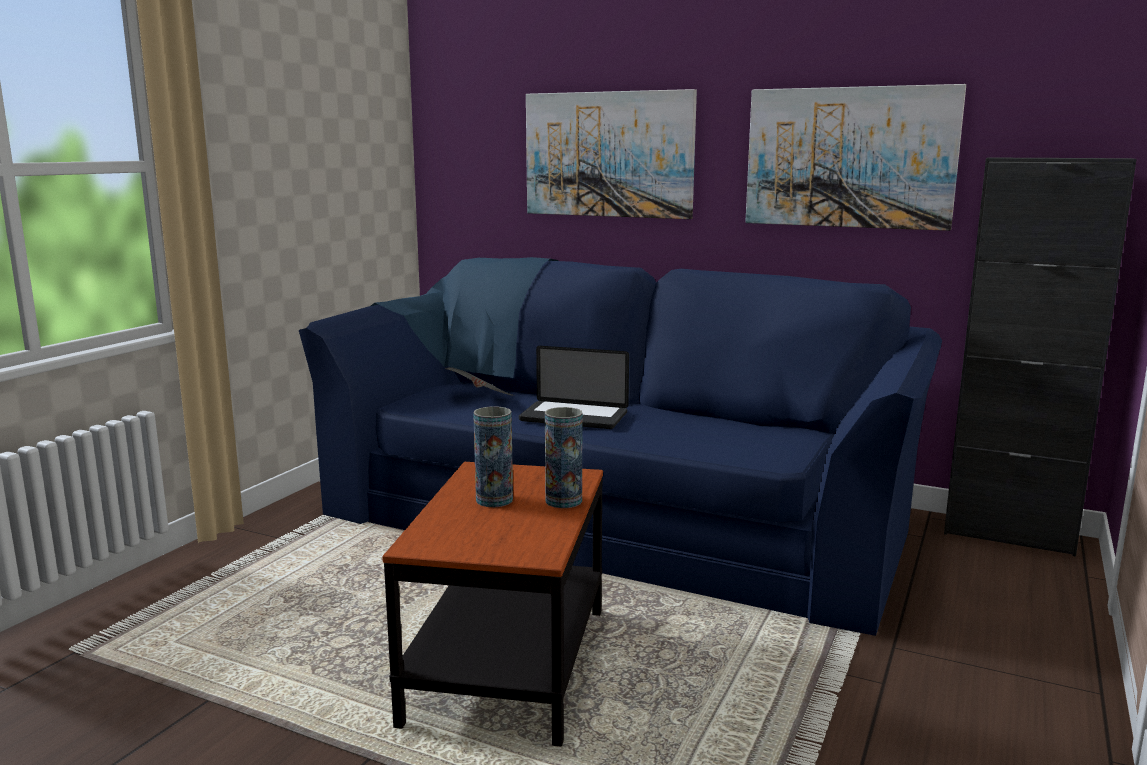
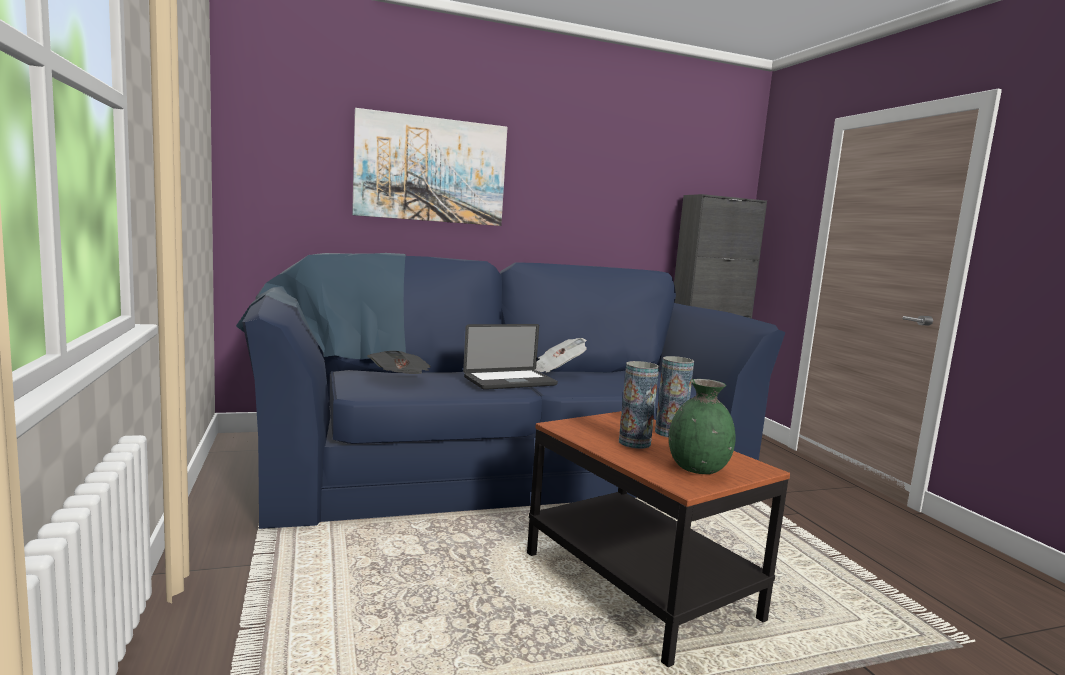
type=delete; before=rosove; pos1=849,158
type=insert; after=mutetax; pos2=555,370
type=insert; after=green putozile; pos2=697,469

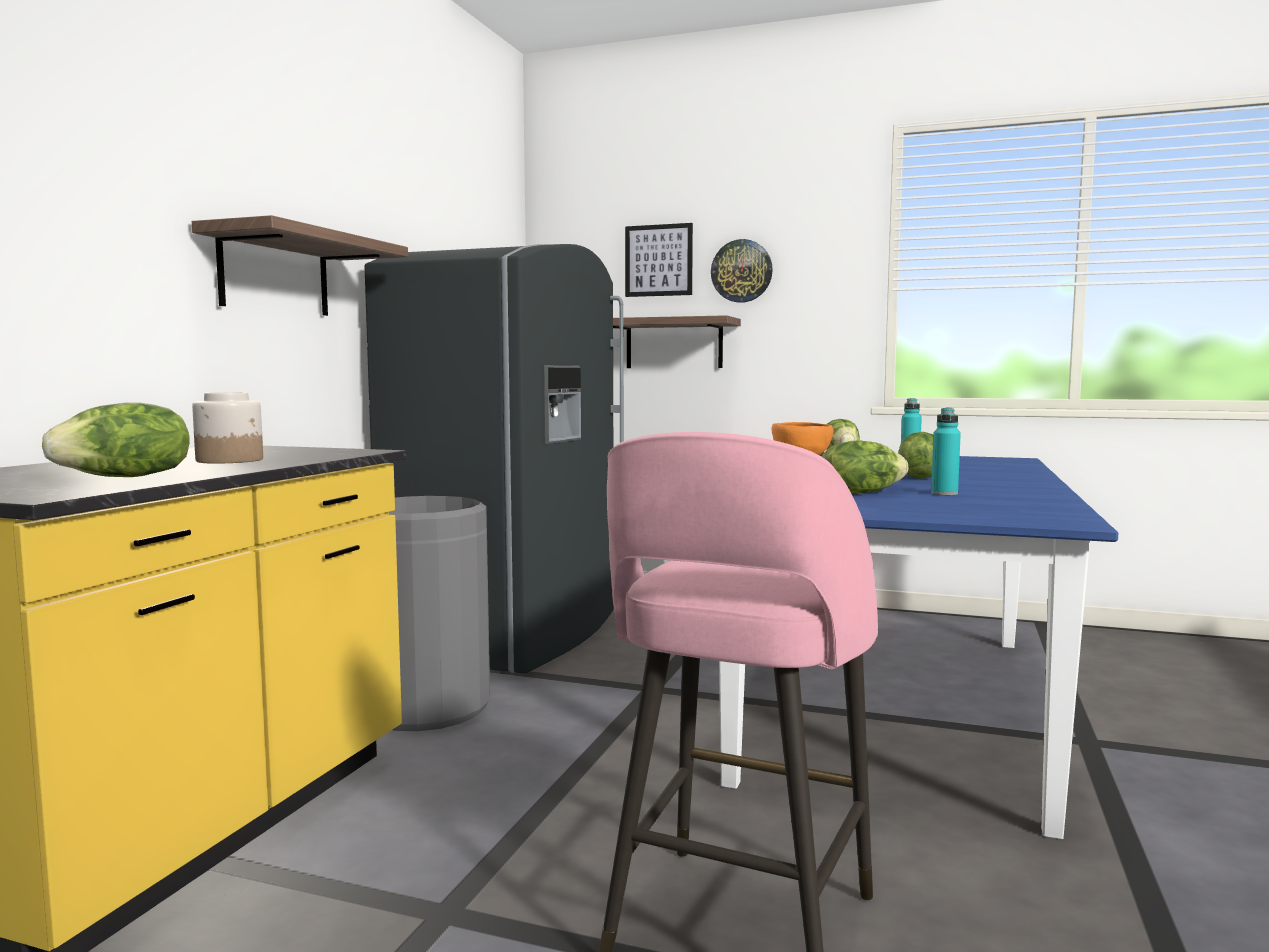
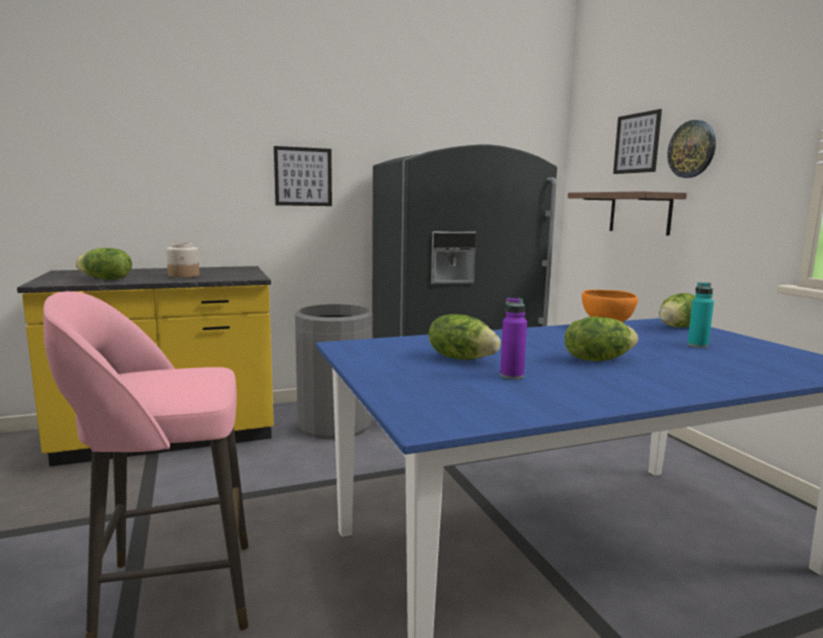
type=replace; before=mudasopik; after=rosove; pos1=275,274; pos2=303,176
type=recolor; before=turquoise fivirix; after=purple fivirix; pos1=944,493; pos2=511,376

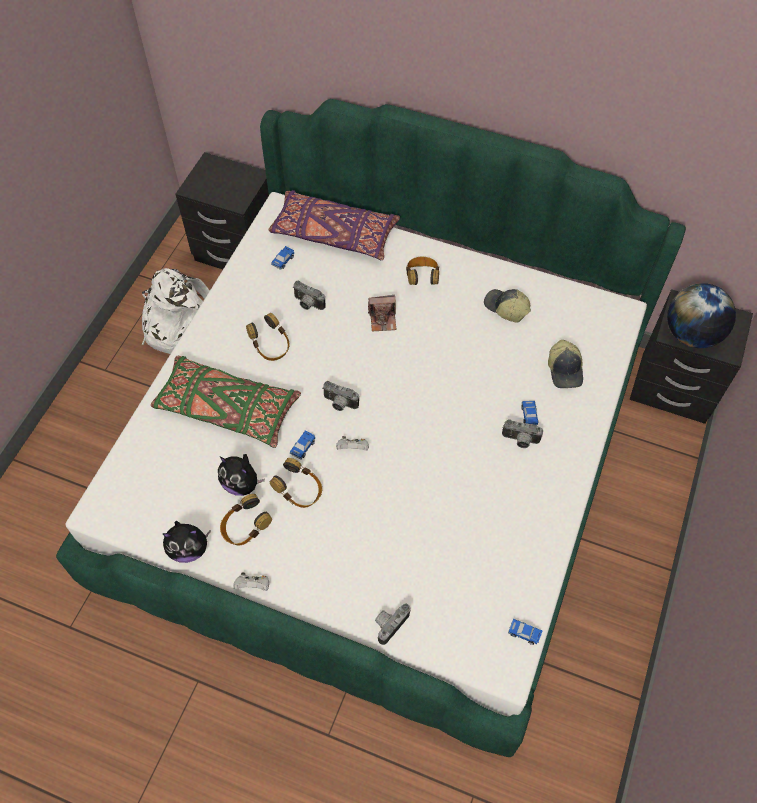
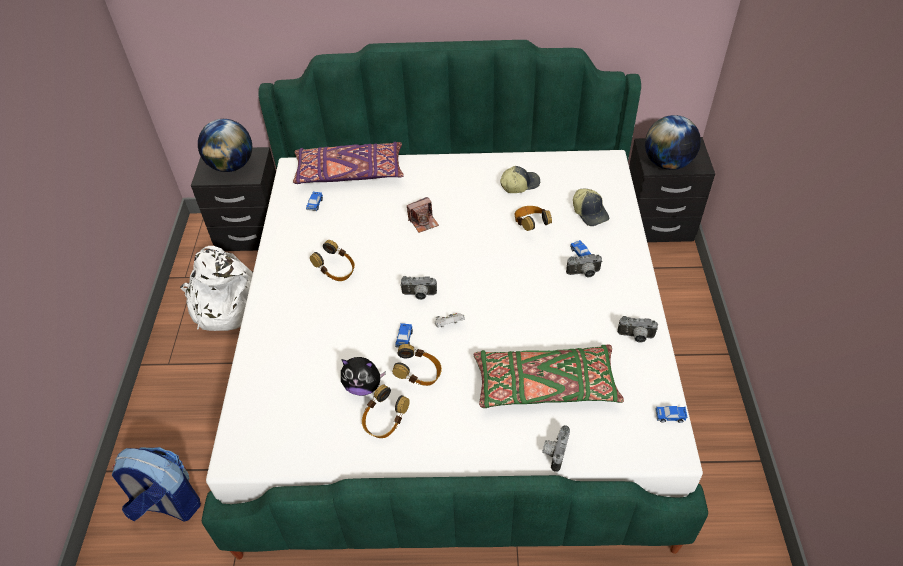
type=delete; before=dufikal; pos1=189,549
type=delete; before=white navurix; pos1=253,585
type=insert; after=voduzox; pos2=167,504
type=insert; after=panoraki; pos2=231,165
type=move; before=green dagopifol; pos1=227,408; pos2=545,385
type=move; before=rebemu; pos1=307,304; pos2=636,337
type=move; before=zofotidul; pos1=422,278; pos2=530,225
type=rotate; before=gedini; pos1=506,308; pos2=519,184; turn=135

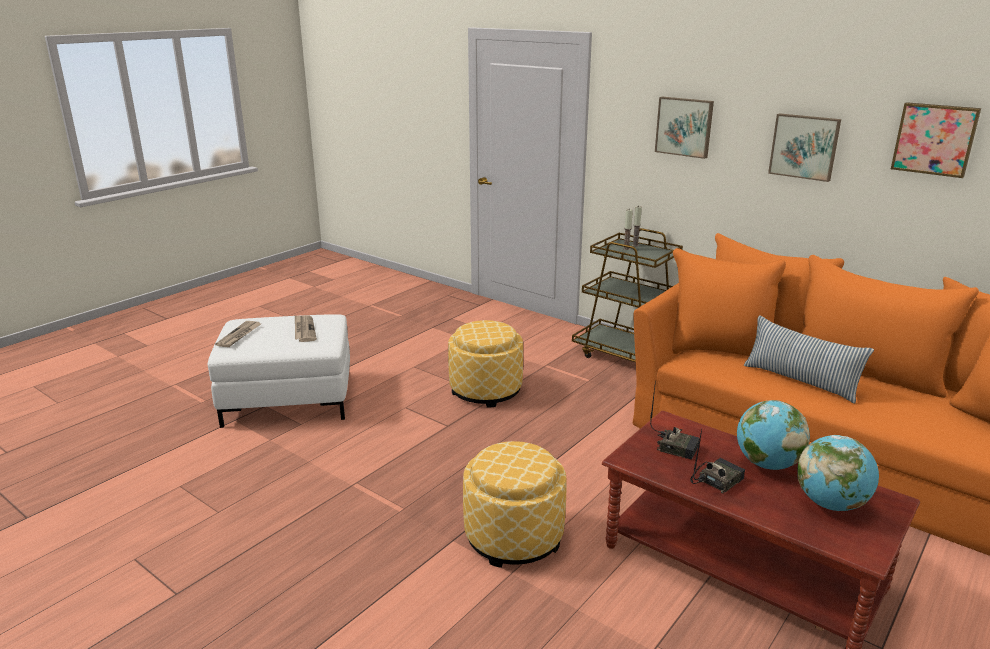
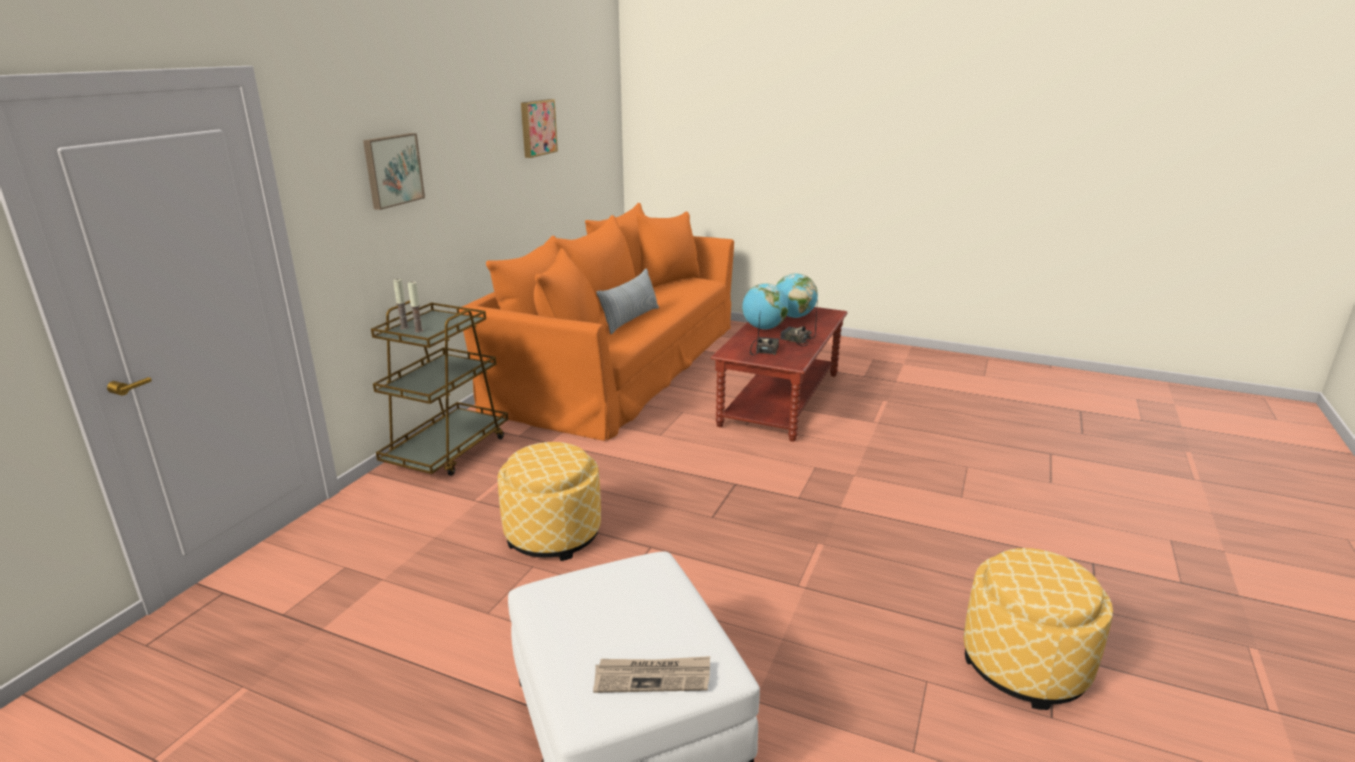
type=delete; before=mutetax; pos1=304,330
type=delete; before=rosove; pos1=804,146
type=move; before=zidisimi; pos1=513,536; pos2=1024,665

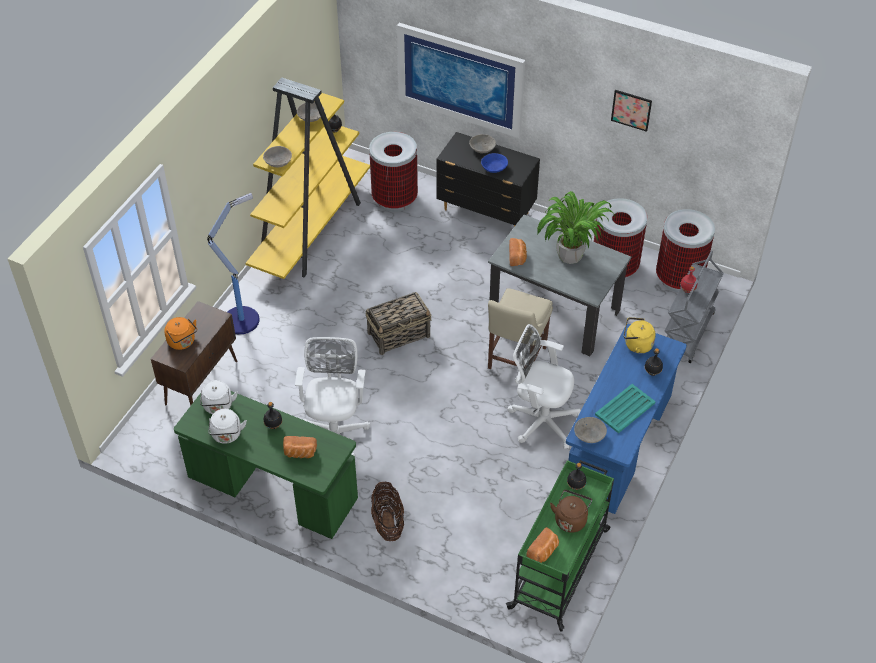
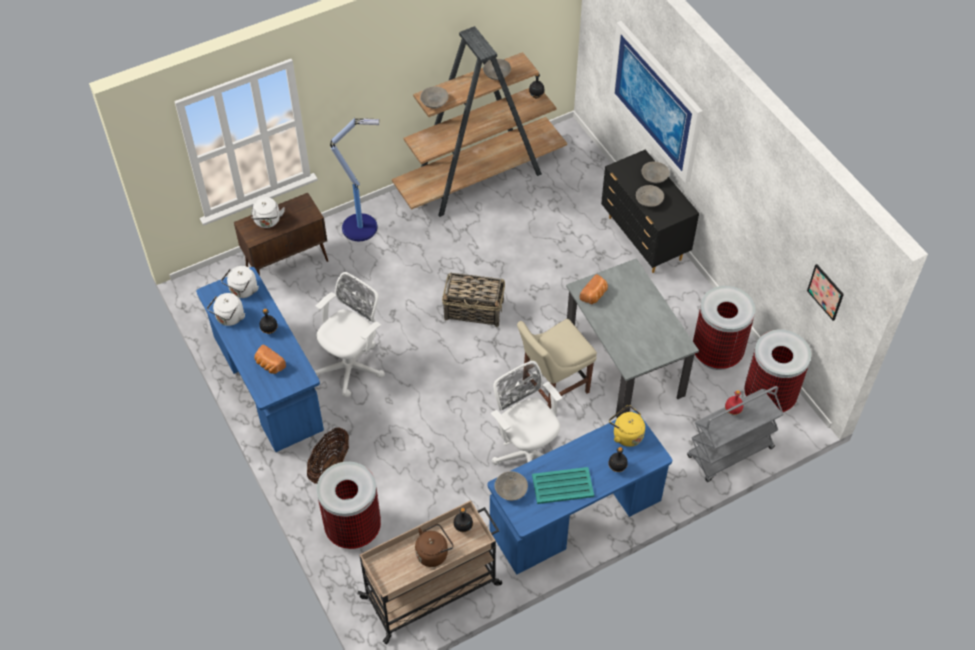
type=delete; before=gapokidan; pos1=543,551
type=delete; before=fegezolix; pos1=570,255
type=move; before=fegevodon; pos1=394,199; pos2=353,528
type=move; before=rosove; pos1=631,110; pos2=825,292
type=recolor; before=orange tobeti; after=white tobeti; pos1=182,342; pos2=267,221
type=recolor; before=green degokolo; after=blue degokolo; pos1=272,489; pos2=267,384
type=recolor; before=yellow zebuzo; after=brown zebuzo; pos1=311,230; pos2=480,177
type=recolor; before=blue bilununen; after=grey bilununen; pos1=494,167; pos2=649,200
type=recolor; before=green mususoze; after=beige mususoze; pos1=560,567; pos2=432,590

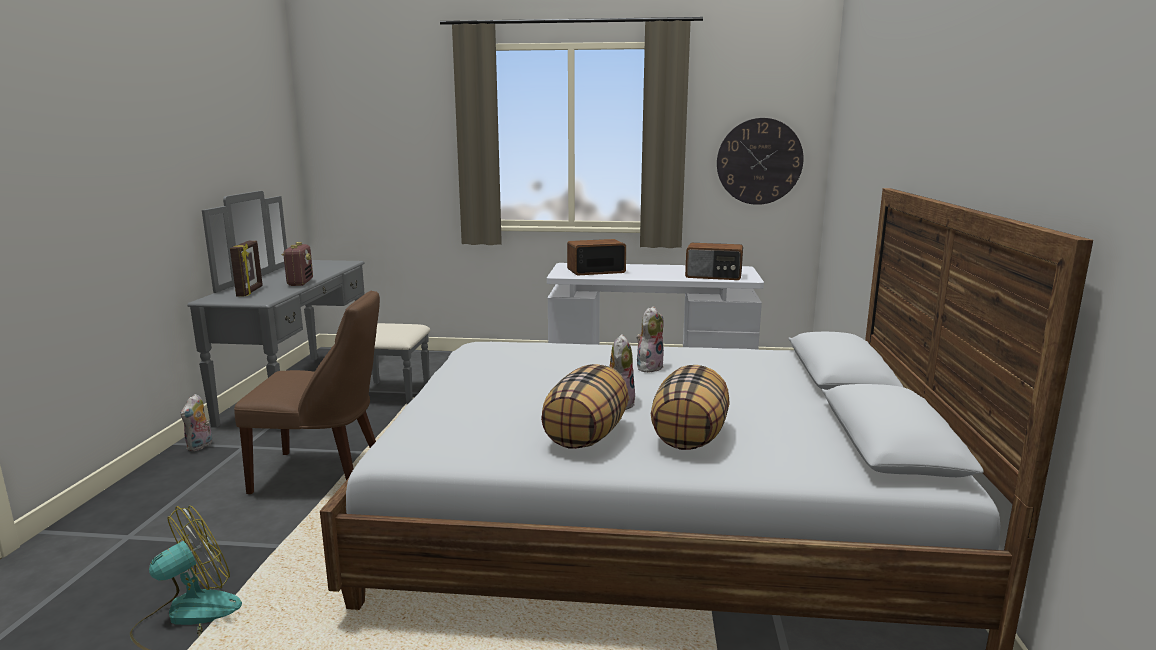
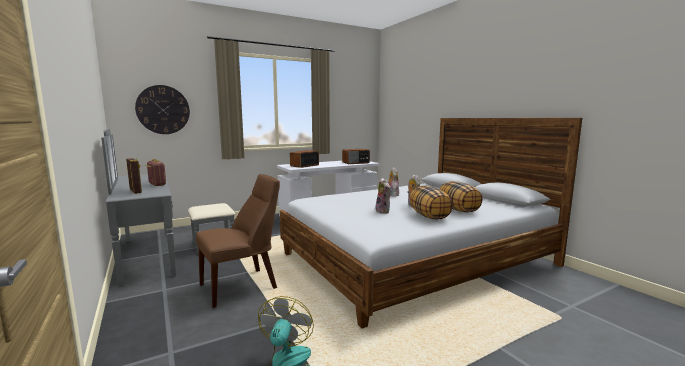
type=move; before=dufikal; pos1=200,446; pos2=384,211
type=move; before=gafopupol; pos1=759,161; pos2=163,110

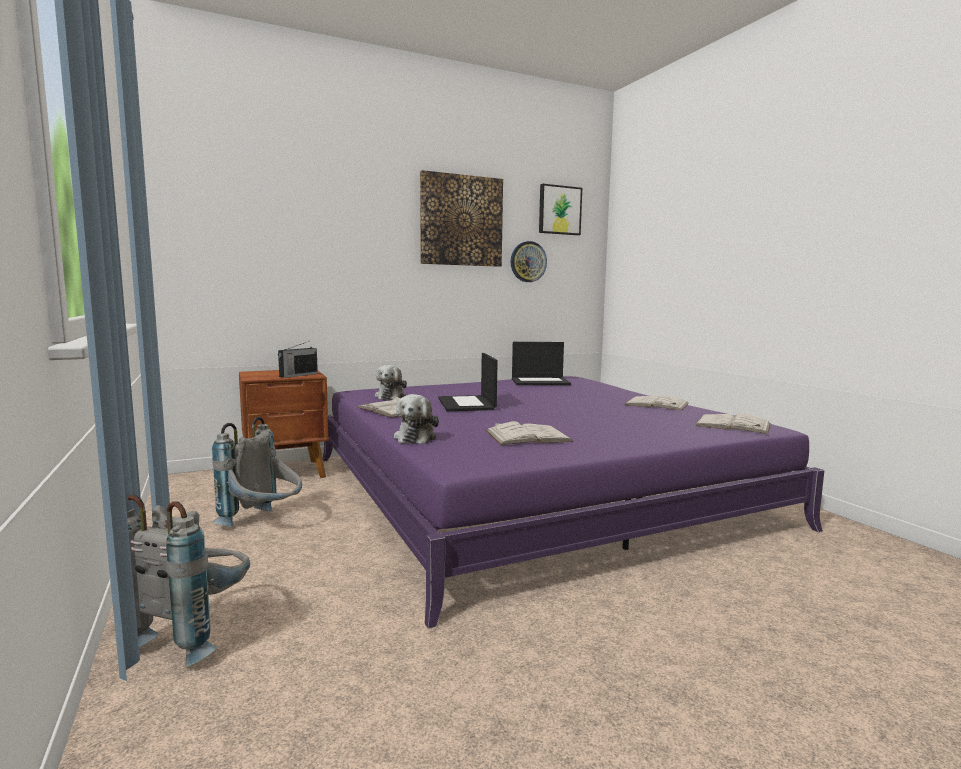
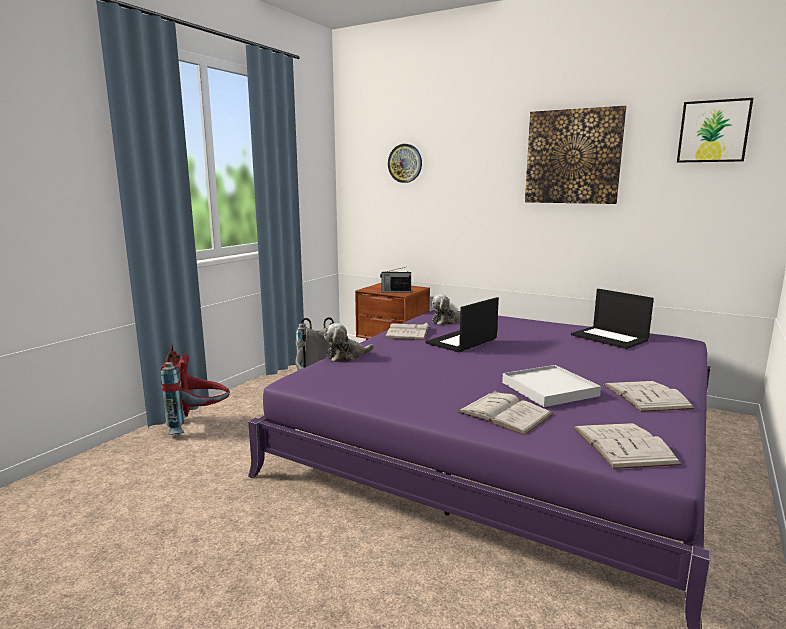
type=insert; after=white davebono; pos2=549,389
type=move; before=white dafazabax; pos1=528,436; pos2=504,413
type=move; before=gafopupol; pos1=528,262; pos2=405,163
type=recolor; before=grey voduzox; after=red voduzox; pos1=194,632; pos2=198,424

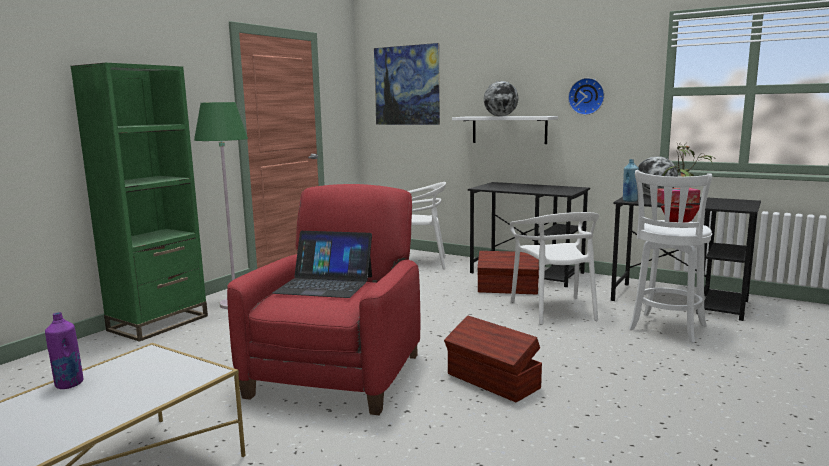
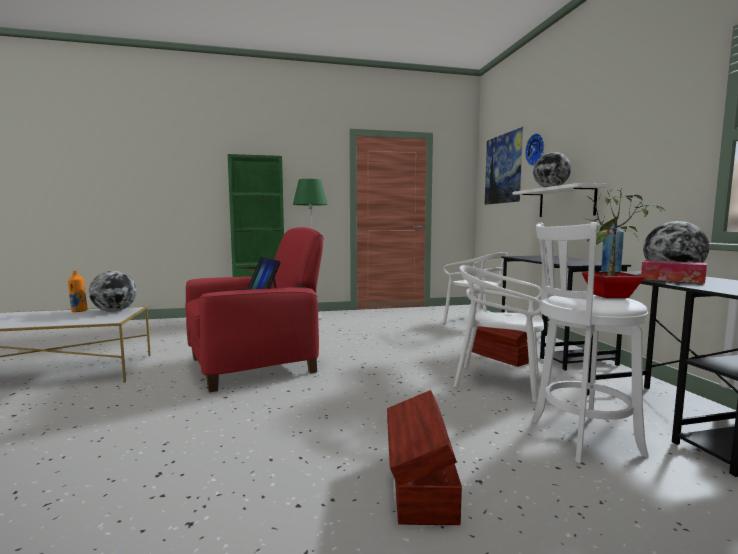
type=insert; after=panoraki; pos2=114,311
type=move; before=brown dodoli; pos1=492,381; pos2=420,484
type=move; before=gafopupol; pos1=586,96; pos2=536,149
type=recolor; before=purple fivirix; after=orange fivirix; pos1=68,384; pos2=79,311
type=rotate; before=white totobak; pos1=555,310; pos2=499,382; turn=75

